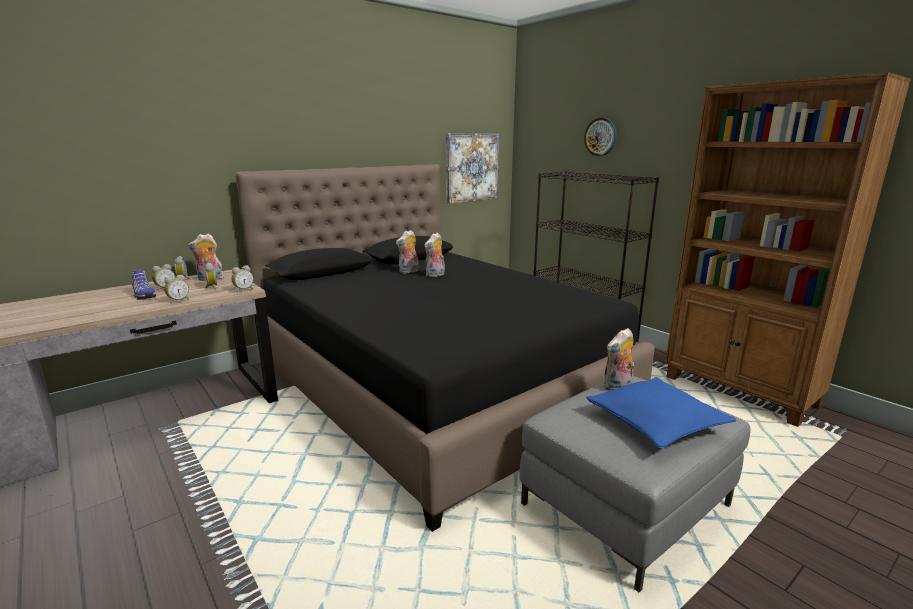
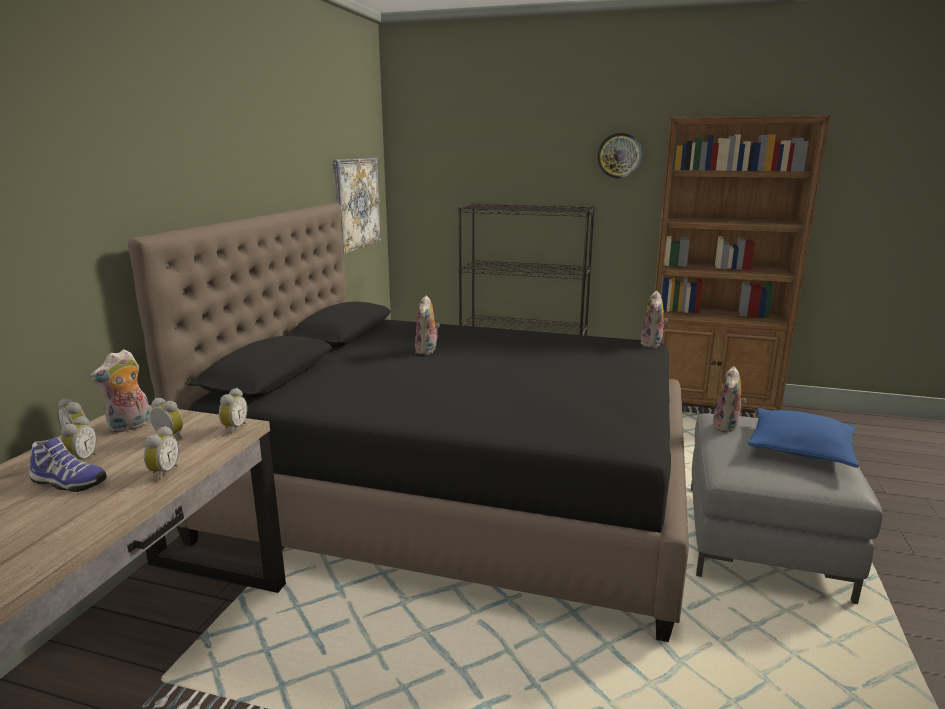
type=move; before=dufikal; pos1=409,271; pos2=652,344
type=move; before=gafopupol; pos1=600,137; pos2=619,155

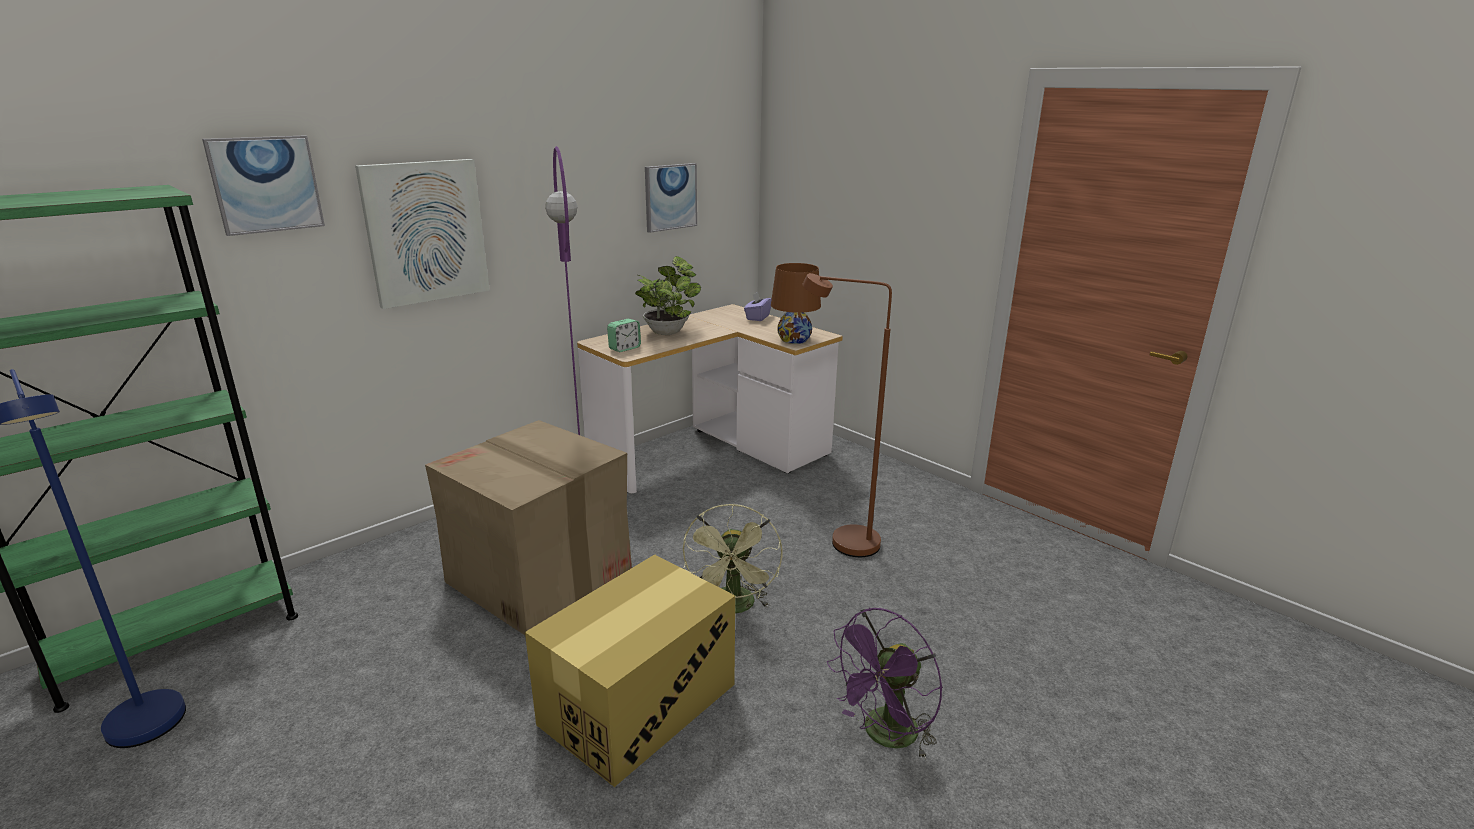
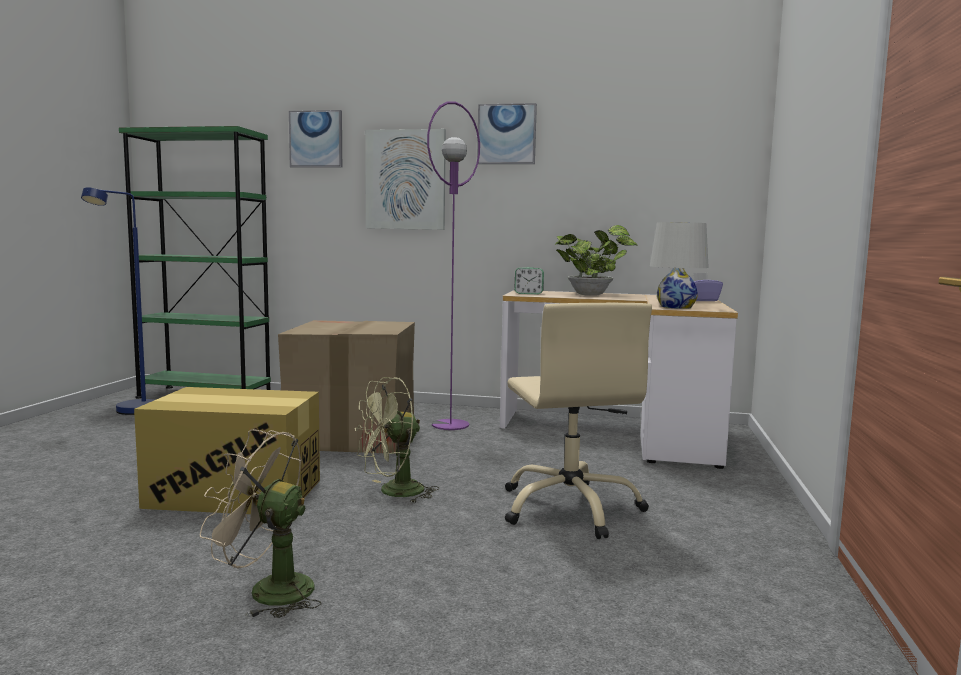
type=move; before=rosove; pos1=670,197; pos2=506,134
type=replace; before=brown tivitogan; after=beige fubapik; pos1=842,541; pos2=570,508
type=recolor; before=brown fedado; after=white fedado; pos1=794,339; pos2=675,307
type=recolor; before=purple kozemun; after=beige kozemun; pos1=884,737; pos2=268,590

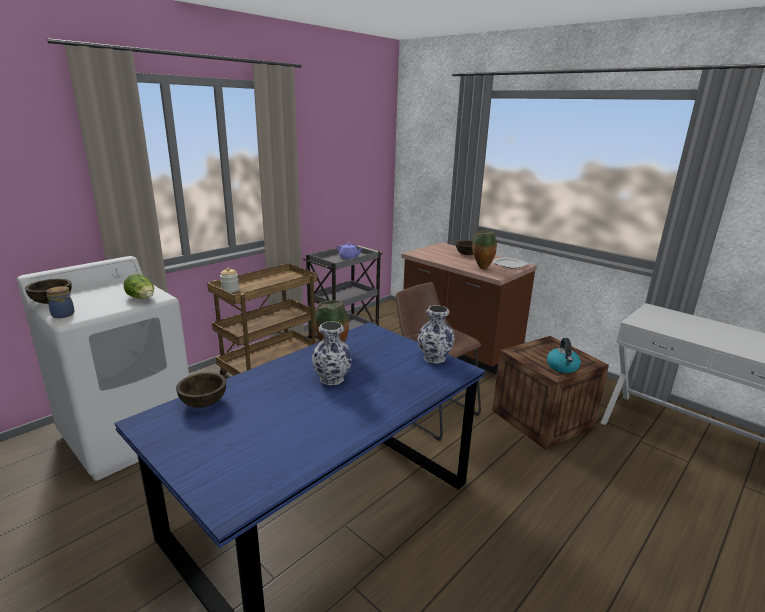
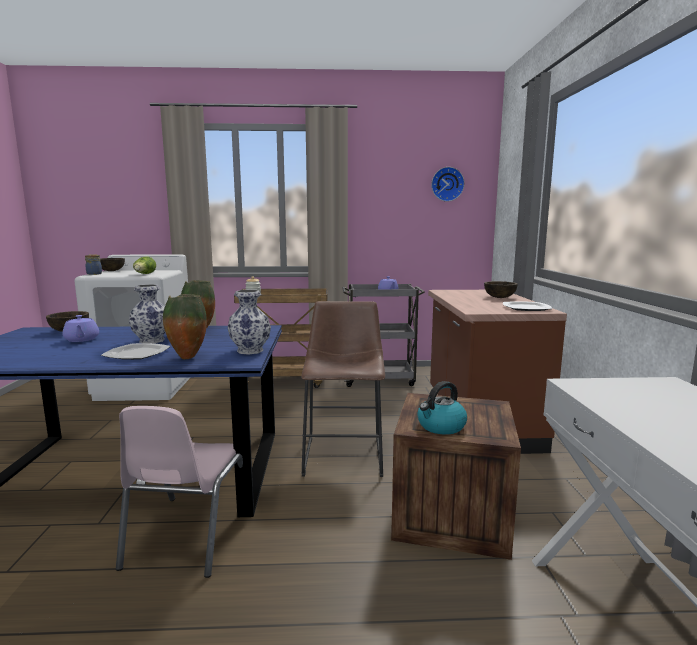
type=insert; after=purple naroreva; pos2=81,340
type=insert; after=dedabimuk; pos2=136,354
type=insert; after=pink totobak; pos2=188,534
type=insert; after=gafopupol; pos2=447,184
type=move; before=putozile; pos1=481,268; pos2=187,357

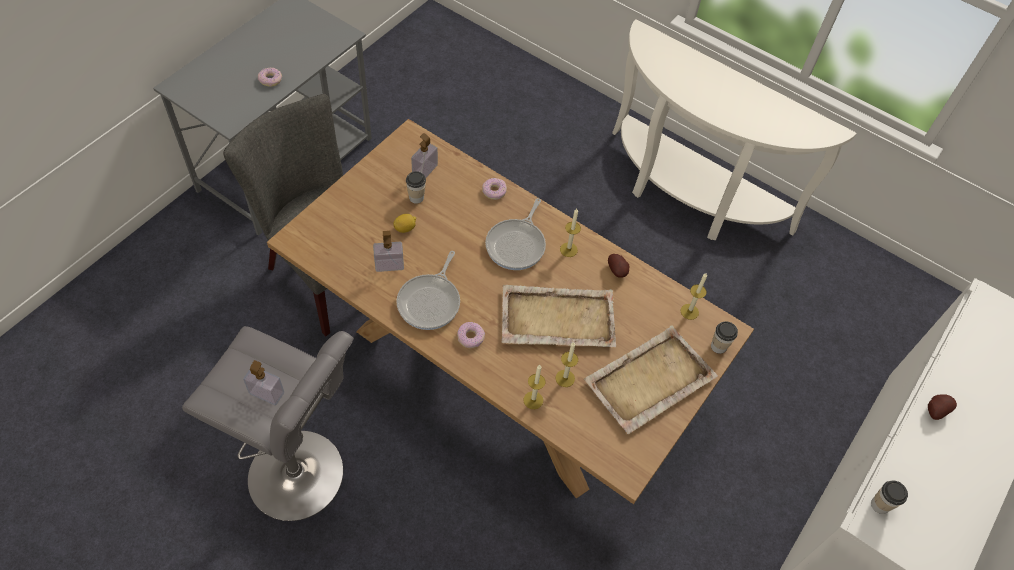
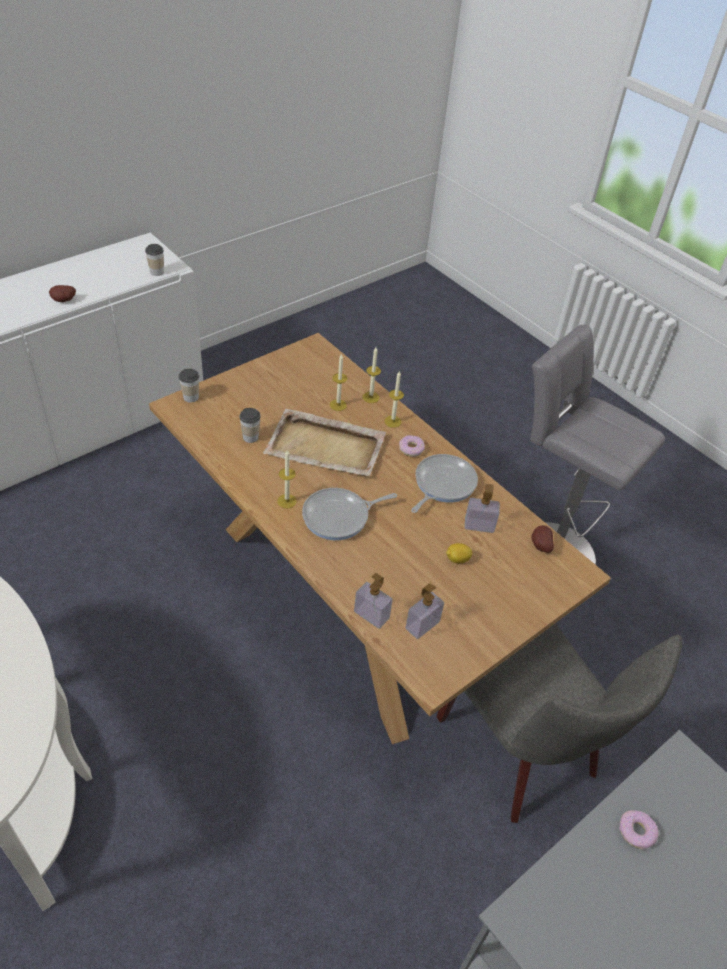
type=delete; before=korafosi; pos1=494,191
type=delete; before=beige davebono; pos1=648,381
type=move; before=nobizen; pos1=266,393; pos2=371,615
type=move; before=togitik; pos1=416,197; pos2=250,437
type=move; before=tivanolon; pos1=618,271; pos2=539,546
type=move; before=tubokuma; pos1=689,311; pos2=392,421
type=rotate; before=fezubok; pos1=517,245; pos2=339,517; turn=-150

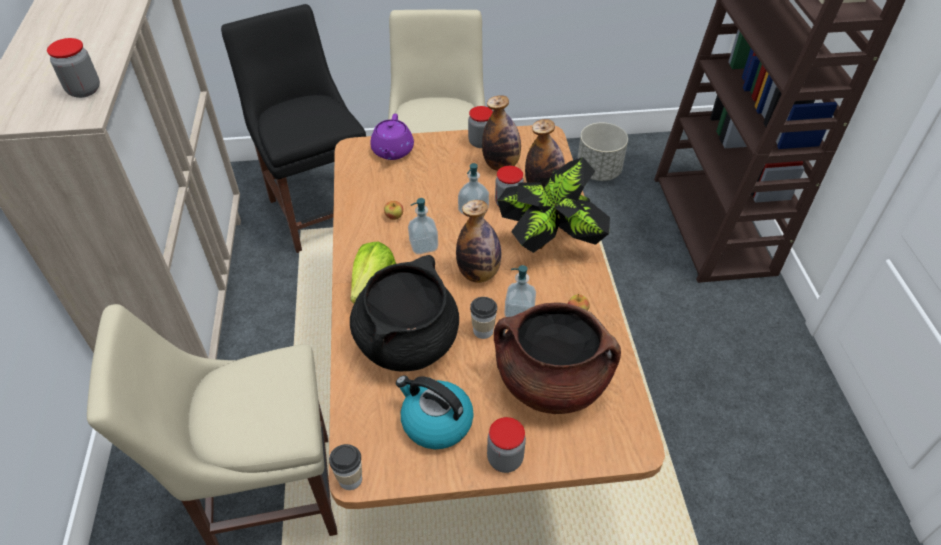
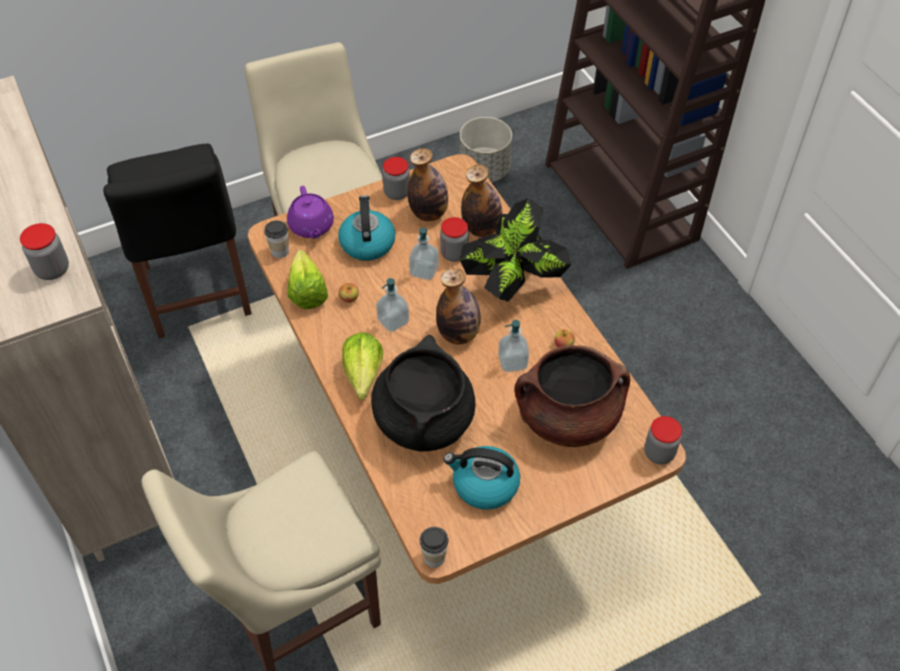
type=insert; after=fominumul; pos2=308,288
type=insert; after=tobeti; pos2=367,243
type=move; before=togitik; pos1=483,331; pos2=280,251
type=move; before=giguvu; pos1=505,459; pos2=659,453
type=rotate; before=black totobak; pos1=319,208; pos2=197,295; turn=-150

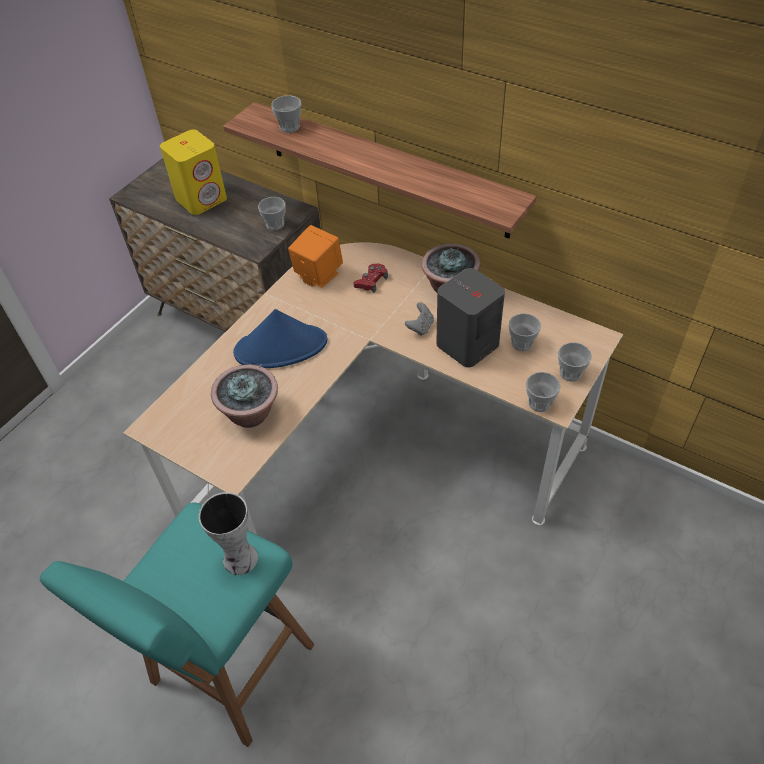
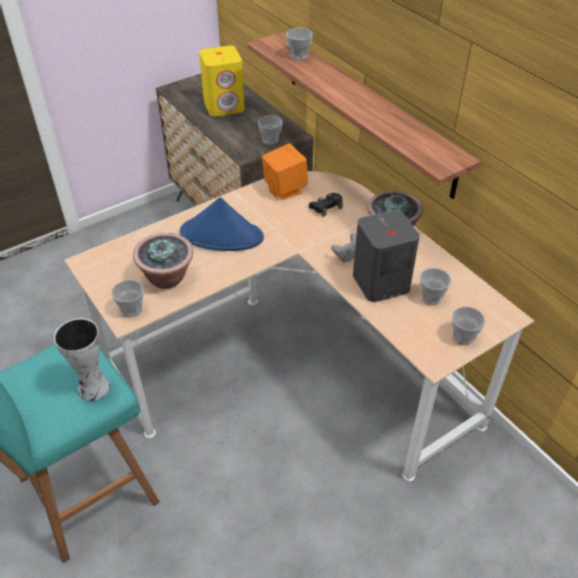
type=move; before=togitik; pos1=539,403; pos2=131,309
type=recolor; before=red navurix; after=black navurix; pos1=371,281; pos2=326,207

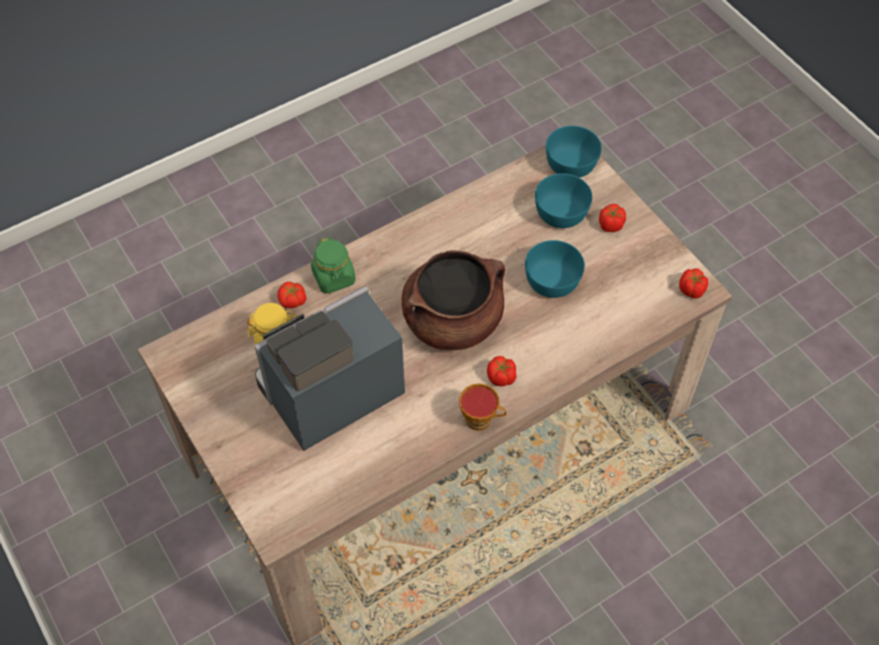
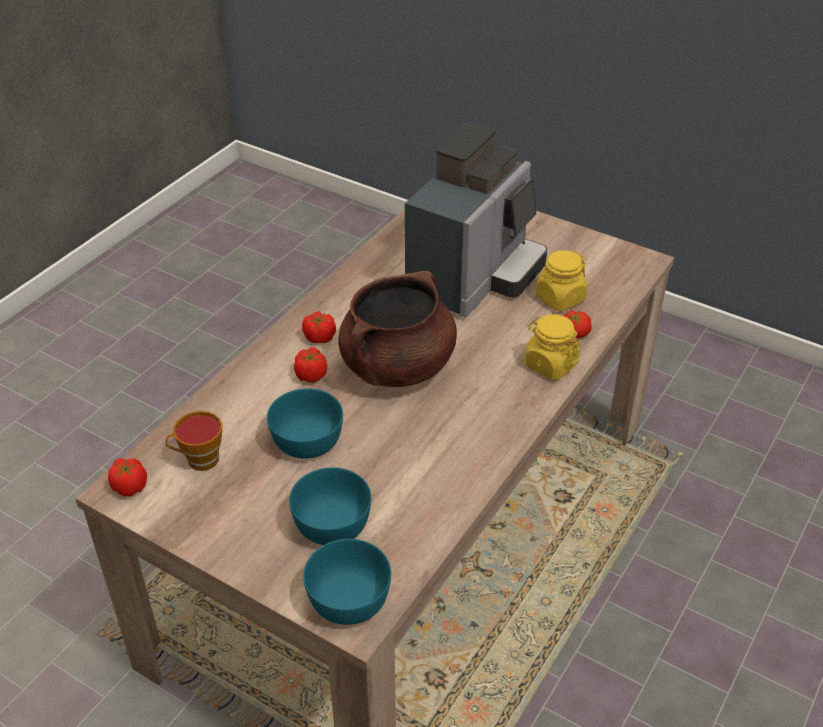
type=move; before=togitik; pos1=481,419; pos2=199,460
type=move; before=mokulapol; pos1=610,225; pos2=311,375
type=recolor; before=green giguvu; after=yellow giguvu; pos1=334,278; pos2=550,364

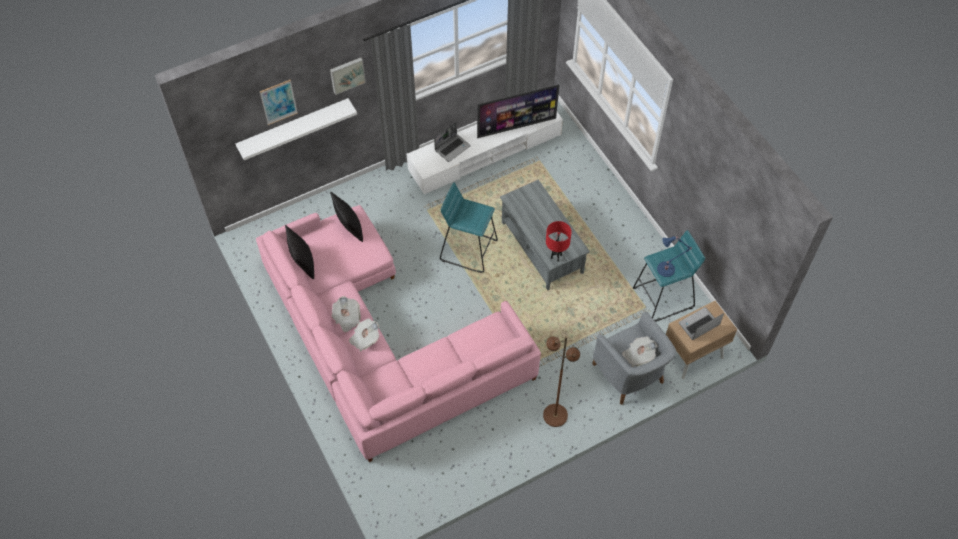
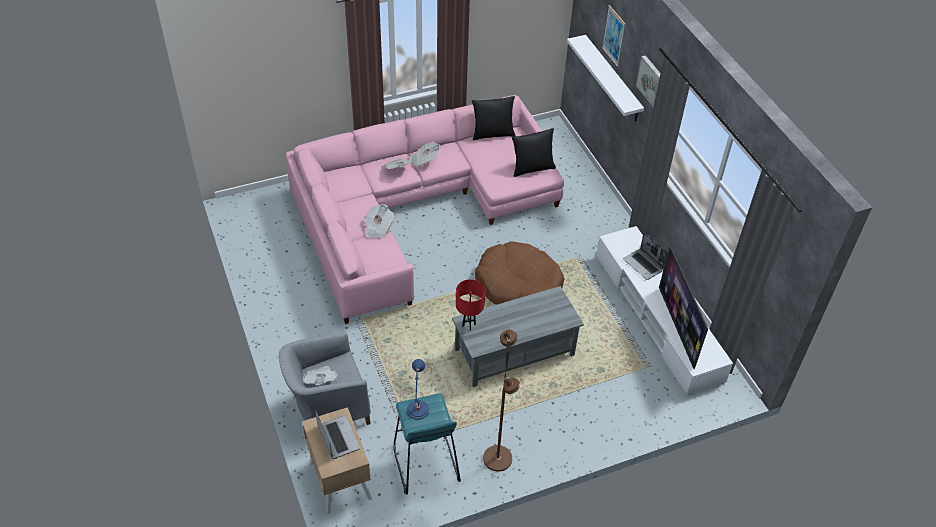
type=insert; after=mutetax; pos2=378,228
type=move; before=brown tivitogan; pos1=555,415; pos2=498,458
type=replace; before=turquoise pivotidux; after=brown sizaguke; pos1=468,249; pos2=519,287

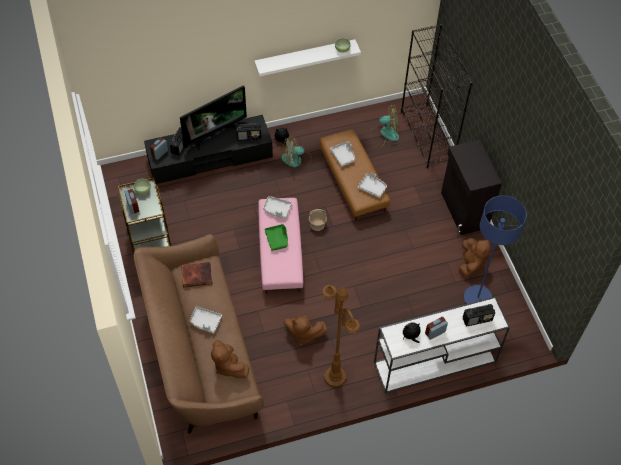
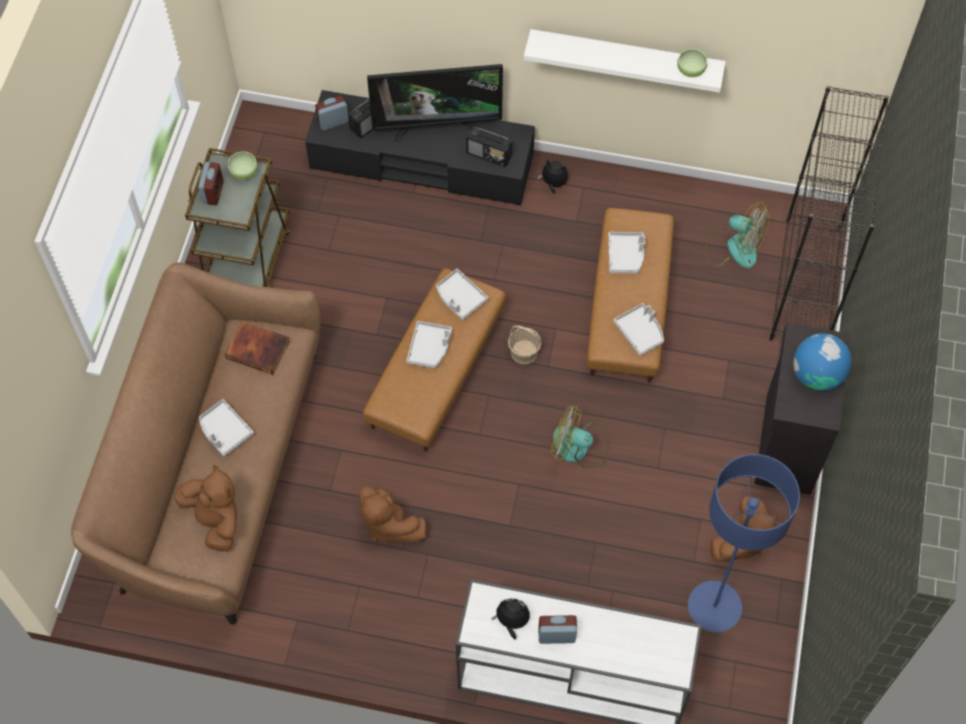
type=delete; before=brown tivitogan; pos1=334,377
type=delete; before=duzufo; pos1=477,319
type=insert; after=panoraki; pos2=817,375
type=move; before=kozemun; pos1=296,159; pos2=579,448
type=recolor; before=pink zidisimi; after=brown zidisimi; pos1=279,252; pos2=435,369
type=recolor; before=green davebono; after=grey davebono; pos1=277,239; pos2=429,348
type=rotate; before=brown dufikal; pos1=228,366; pos2=215,520; turn=150

